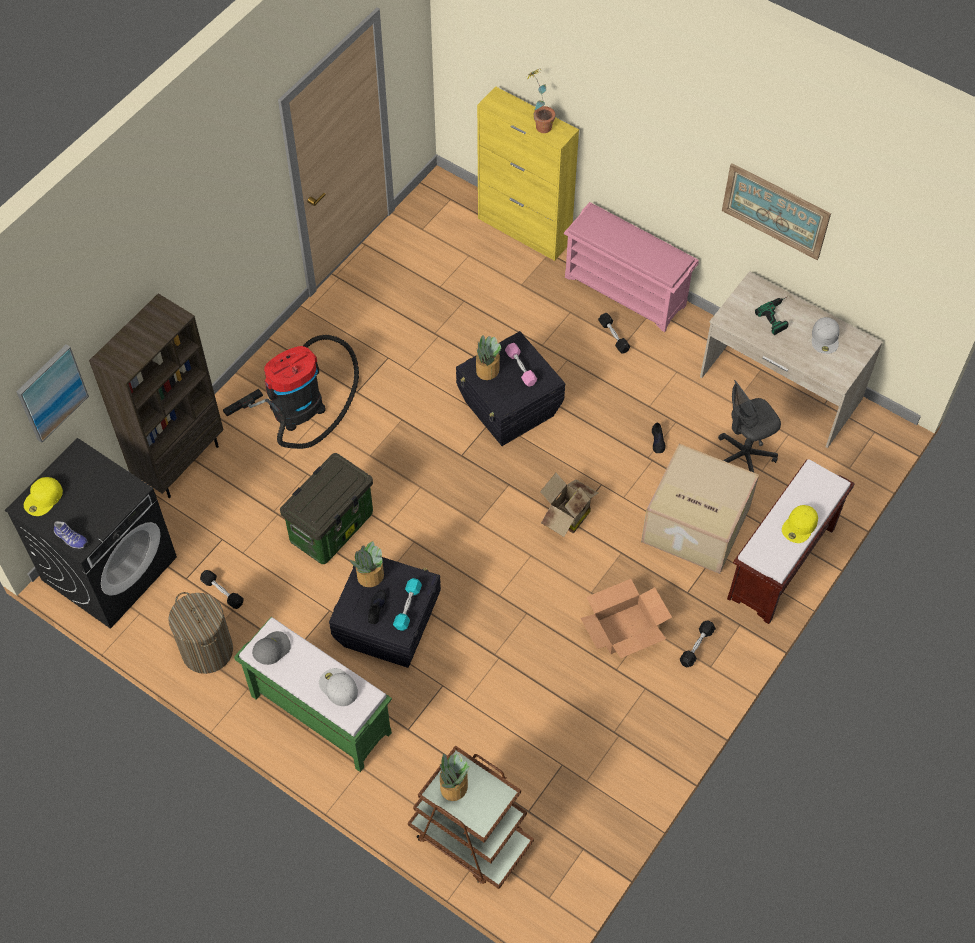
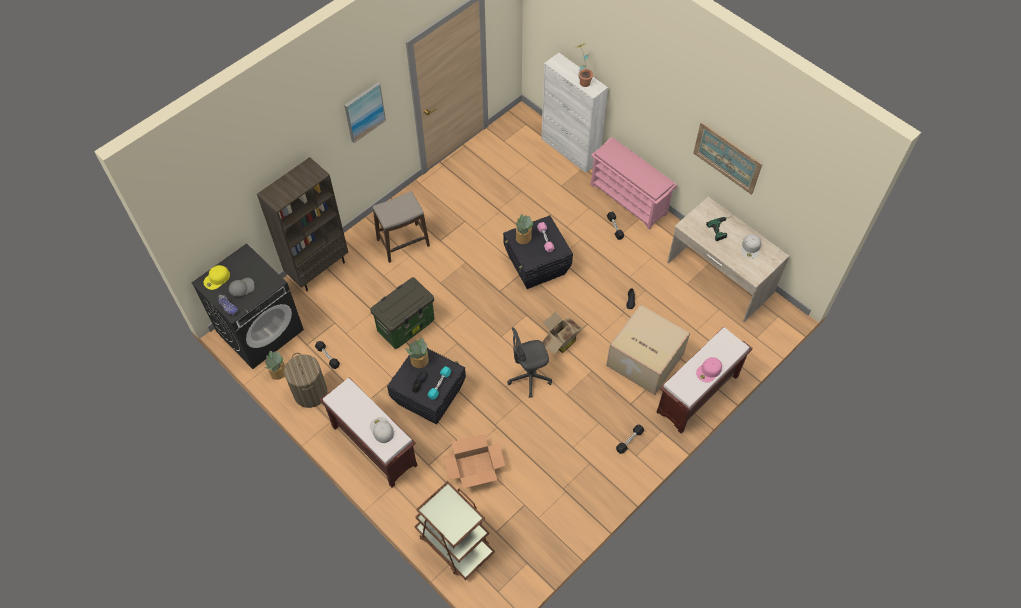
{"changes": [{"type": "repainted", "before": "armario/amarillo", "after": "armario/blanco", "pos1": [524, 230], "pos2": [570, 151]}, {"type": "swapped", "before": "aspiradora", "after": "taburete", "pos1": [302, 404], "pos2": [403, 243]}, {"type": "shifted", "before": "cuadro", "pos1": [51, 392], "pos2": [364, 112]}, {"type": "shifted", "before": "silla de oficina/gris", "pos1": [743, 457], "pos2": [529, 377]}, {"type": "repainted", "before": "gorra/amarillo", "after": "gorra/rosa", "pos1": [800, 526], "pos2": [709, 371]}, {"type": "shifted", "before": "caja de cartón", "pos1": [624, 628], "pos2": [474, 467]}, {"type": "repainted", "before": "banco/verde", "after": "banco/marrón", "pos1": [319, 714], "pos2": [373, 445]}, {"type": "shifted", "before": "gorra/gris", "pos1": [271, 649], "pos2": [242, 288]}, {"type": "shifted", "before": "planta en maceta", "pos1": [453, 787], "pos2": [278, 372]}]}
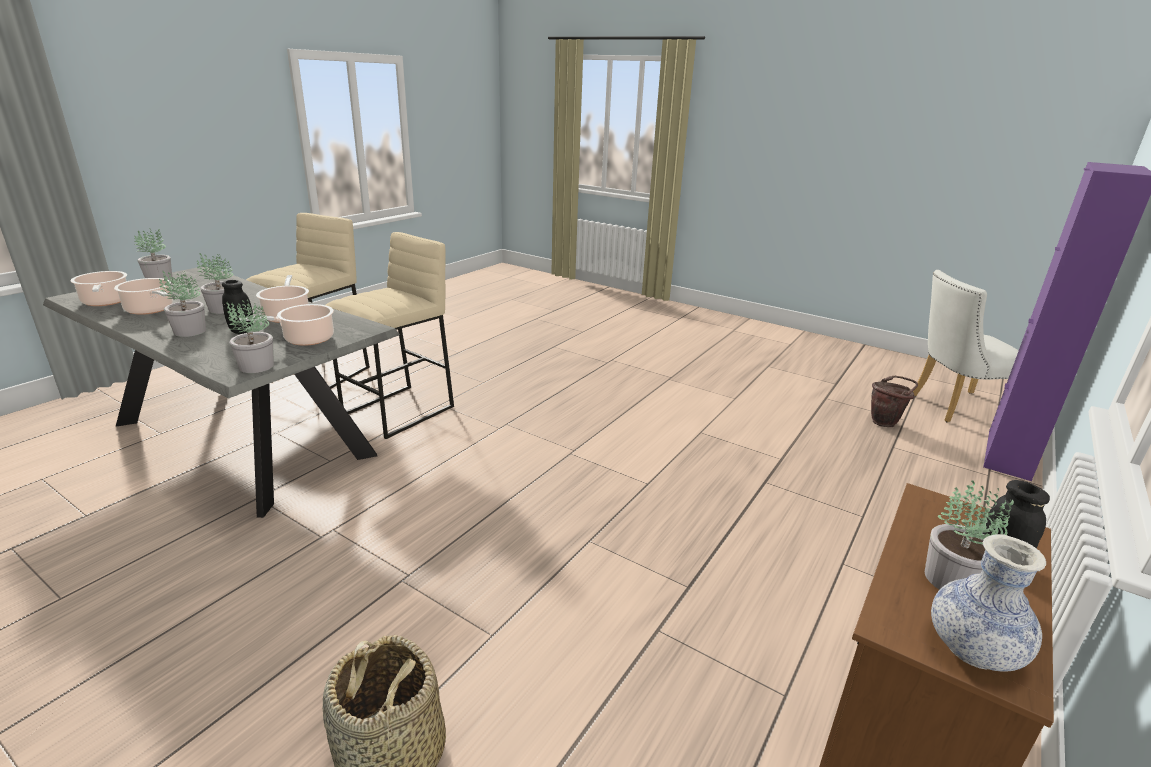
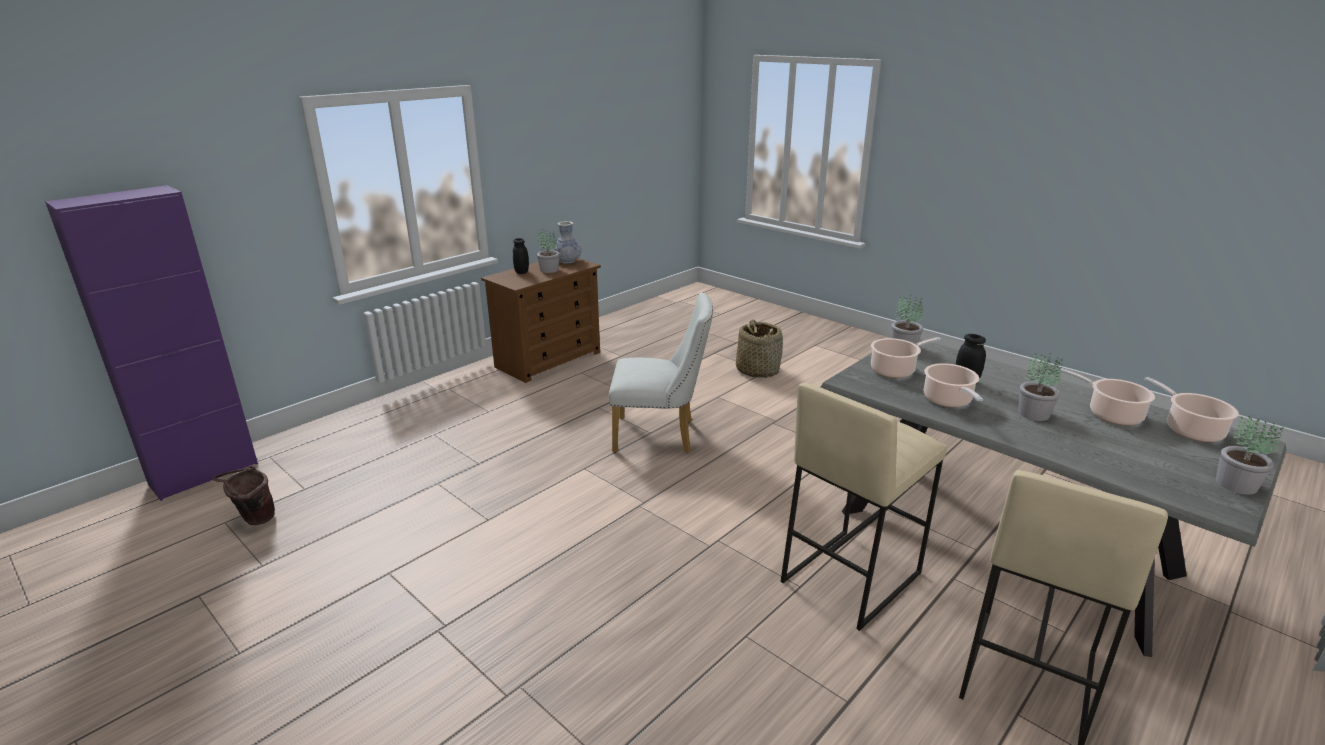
{"changes": [{"type": "shifted", "before": "silla/blanco", "pos1": [953, 407], "pos2": [661, 435]}, {"type": "gone", "before": "planta en maceta", "pos1": [189, 331]}]}
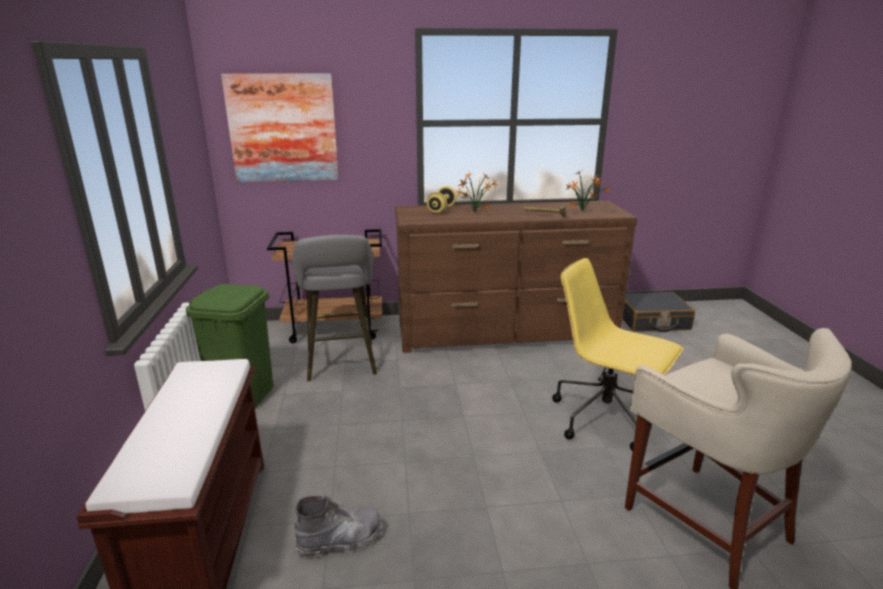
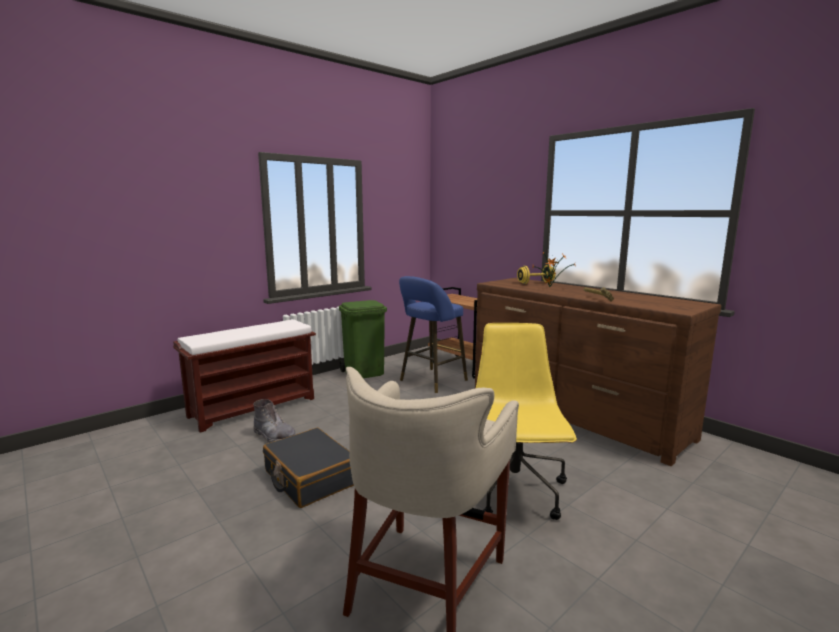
{"changes": [{"type": "gone", "before": "cuadro", "pos1": [283, 128]}, {"type": "gone", "before": "planta en maceta", "pos1": [583, 212]}, {"type": "repainted", "before": "taburete/gris", "after": "taburete/azul", "pos1": [341, 364], "pos2": [431, 381]}, {"type": "shifted", "before": "maleta/negro", "pos1": [652, 321], "pos2": [310, 478]}]}
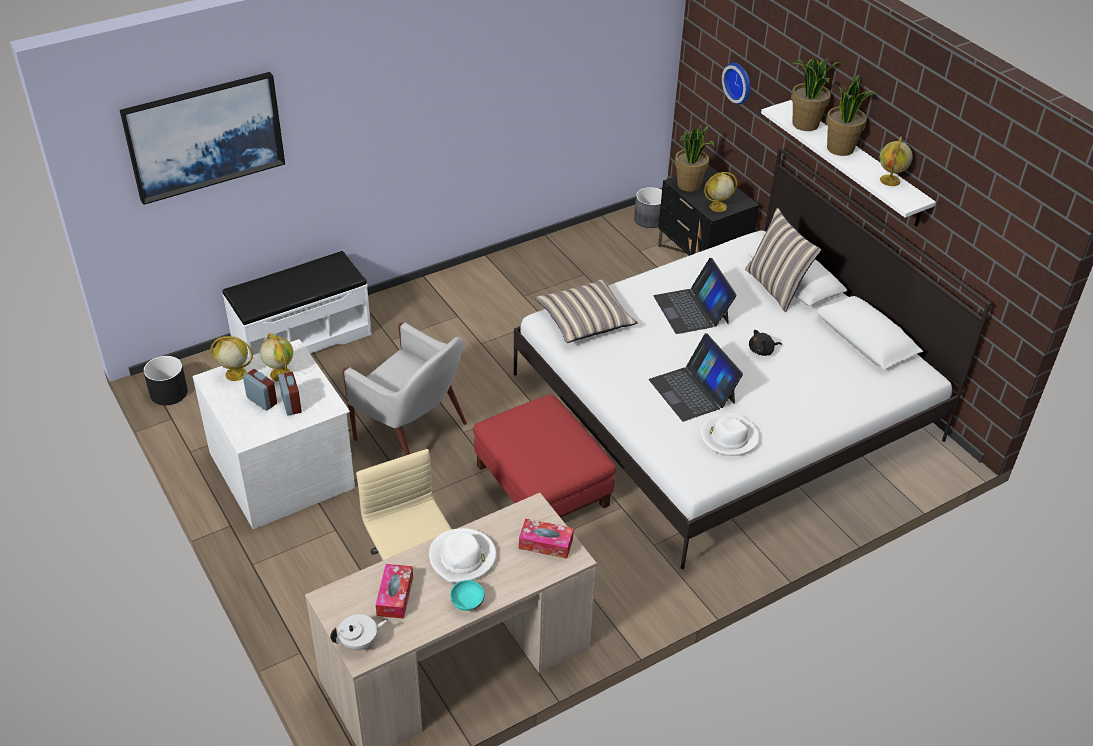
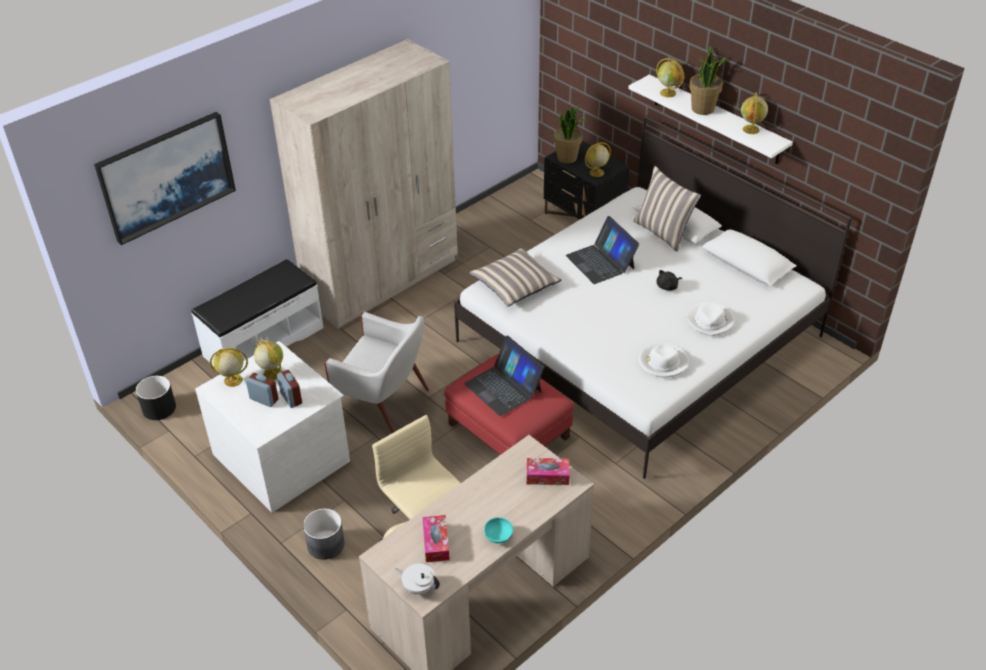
{"changes": [{"type": "swapped", "before": "planta en maceta", "after": "globo terráqueo", "pos1": [805, 124], "pos2": [668, 93]}, {"type": "gone", "before": "reloj de pared", "pos1": [739, 82]}, {"type": "shifted", "before": "maceta/gris", "pos1": [649, 219], "pos2": [326, 544]}, {"type": "shifted", "before": "portátil", "pos1": [692, 391], "pos2": [503, 387]}, {"type": "shifted", "before": "sombrero/blanco", "pos1": [463, 558], "pos2": [710, 321]}, {"type": "rotated", "before": "tetera/blanco", "pos1": [359, 642], "pos2": [419, 587], "turn": -120}, {"type": "new", "after": "armario ropero/beis", "pos2": [382, 280]}]}
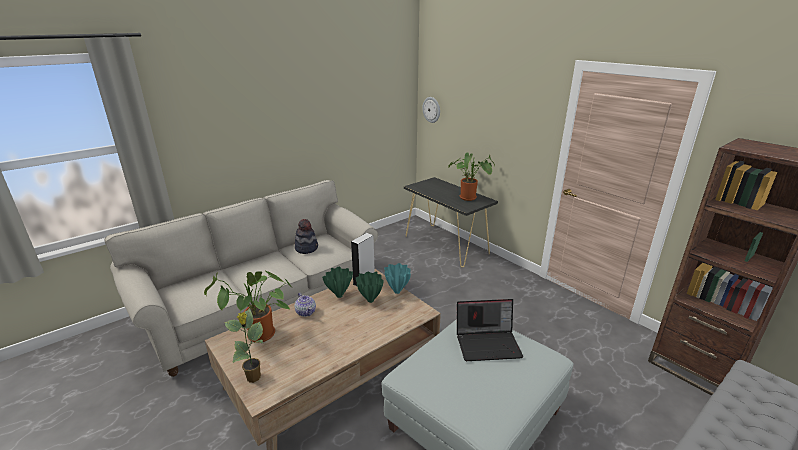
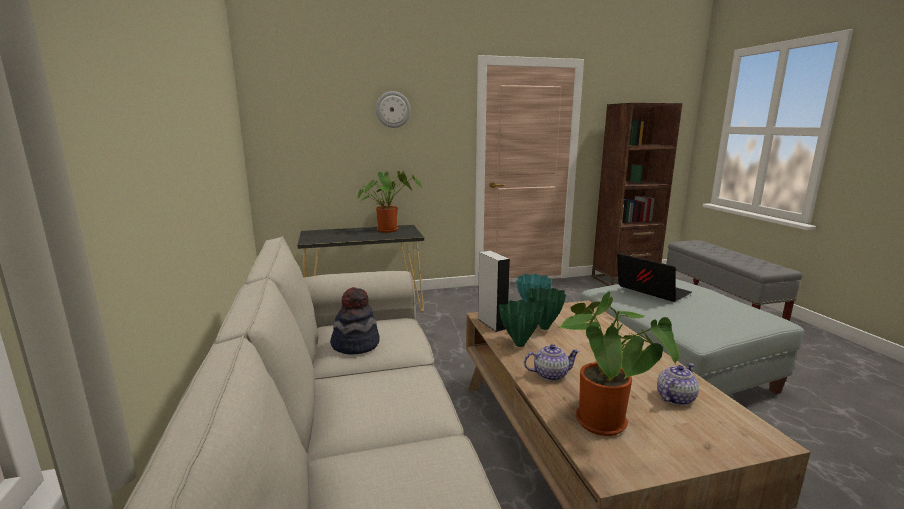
{"changes": [{"type": "shifted", "before": "reloj de pared", "pos1": [431, 109], "pos2": [393, 109]}, {"type": "rotated", "before": "portátil", "pos1": [488, 343], "pos2": [650, 291], "turn": -60}, {"type": "gone", "before": "planta en maceta", "pos1": [254, 378]}, {"type": "new", "after": "tetera", "pos2": [674, 398]}]}
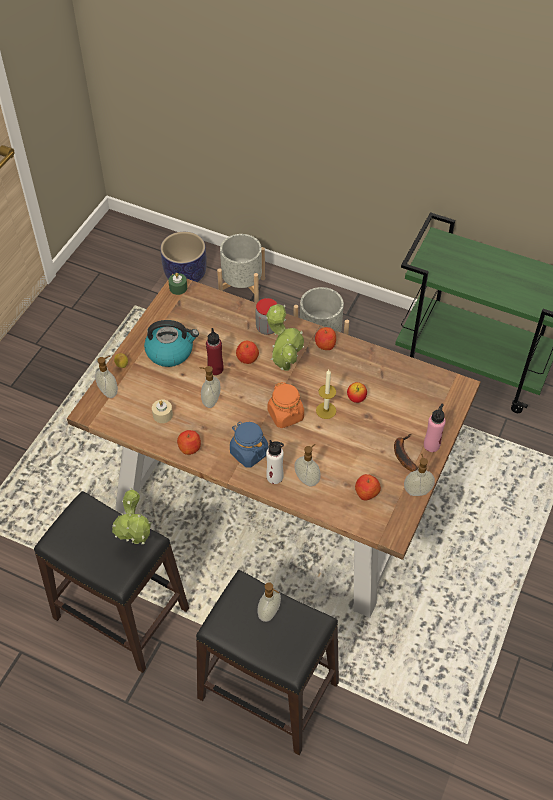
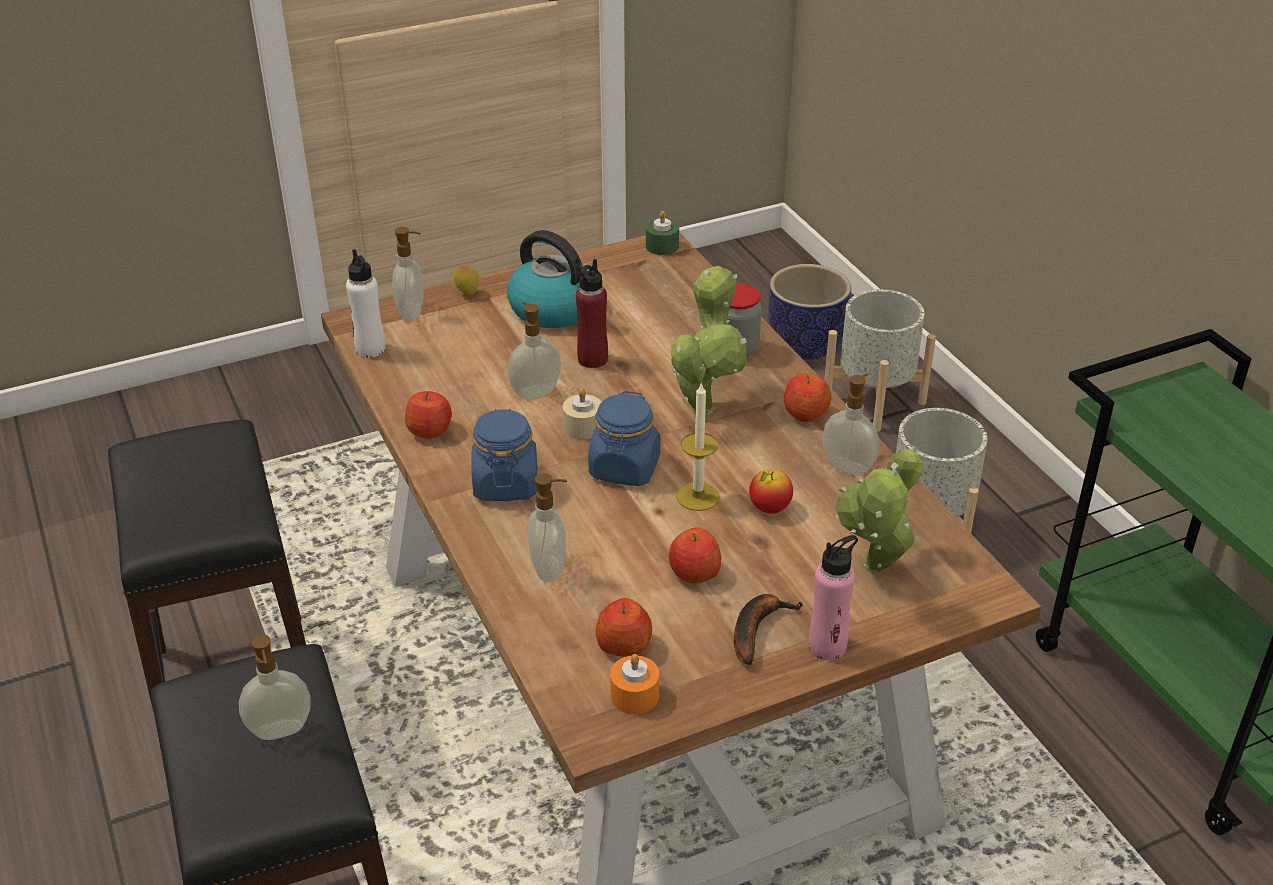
{"changes": [{"type": "shifted", "before": "manzana", "pos1": [247, 358], "pos2": [694, 572]}, {"type": "repainted", "before": "tarro/naranja", "after": "tarro/azul", "pos1": [285, 415], "pos2": [624, 468]}, {"type": "shifted", "before": "vela/beis", "pos1": [162, 415], "pos2": [583, 427]}, {"type": "shifted", "before": "botella/blanco", "pos1": [275, 477], "pos2": [370, 349]}, {"type": "shifted", "before": "dispensador de jabón", "pos1": [417, 490], "pos2": [848, 466]}, {"type": "shifted", "before": "planta en maceta", "pos1": [138, 543], "pos2": [874, 573]}, {"type": "new", "after": "vela/naranja", "pos2": [634, 695]}]}
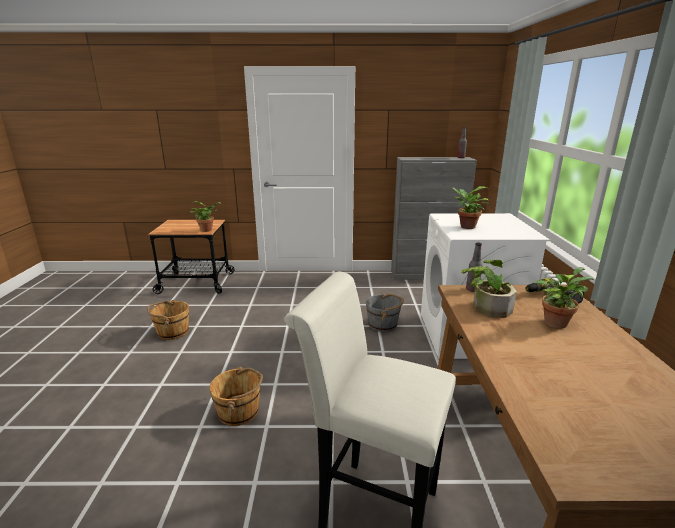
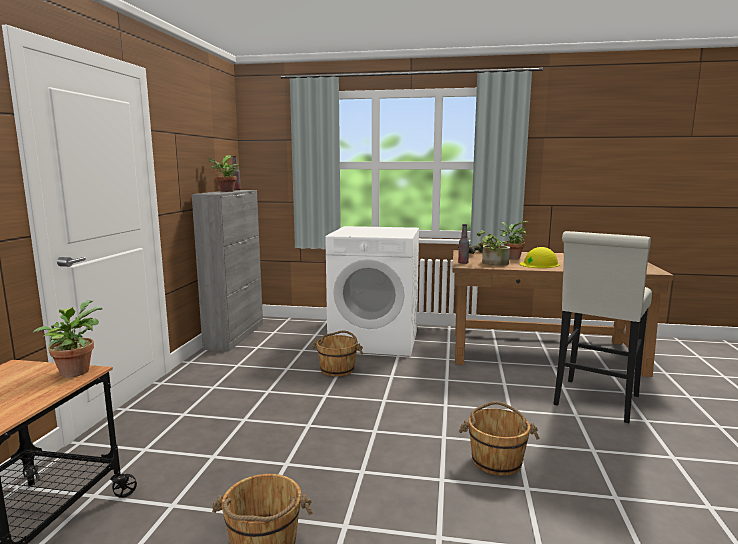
{"changes": [{"type": "shifted", "before": "planta en maceta", "pos1": [465, 226], "pos2": [226, 191]}, {"type": "repainted", "before": "cubo/gris", "after": "cubo/marrón", "pos1": [383, 324], "pos2": [337, 369]}, {"type": "new", "after": "casco/amarillo", "pos2": [539, 264]}]}
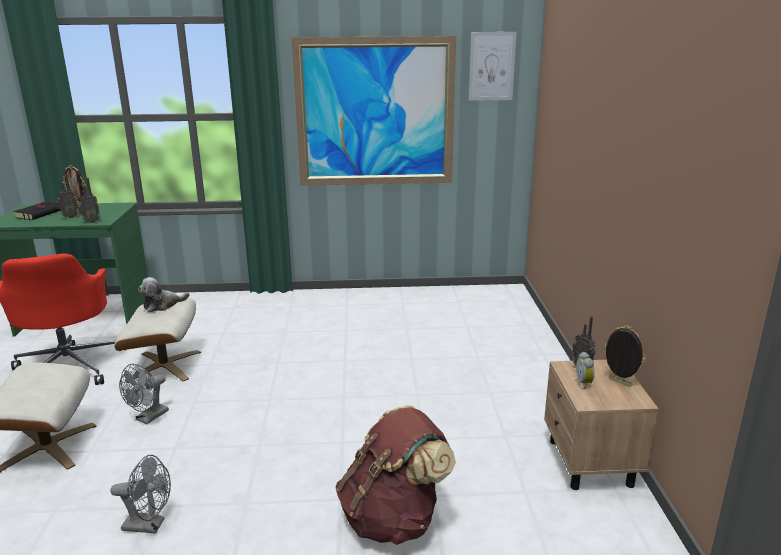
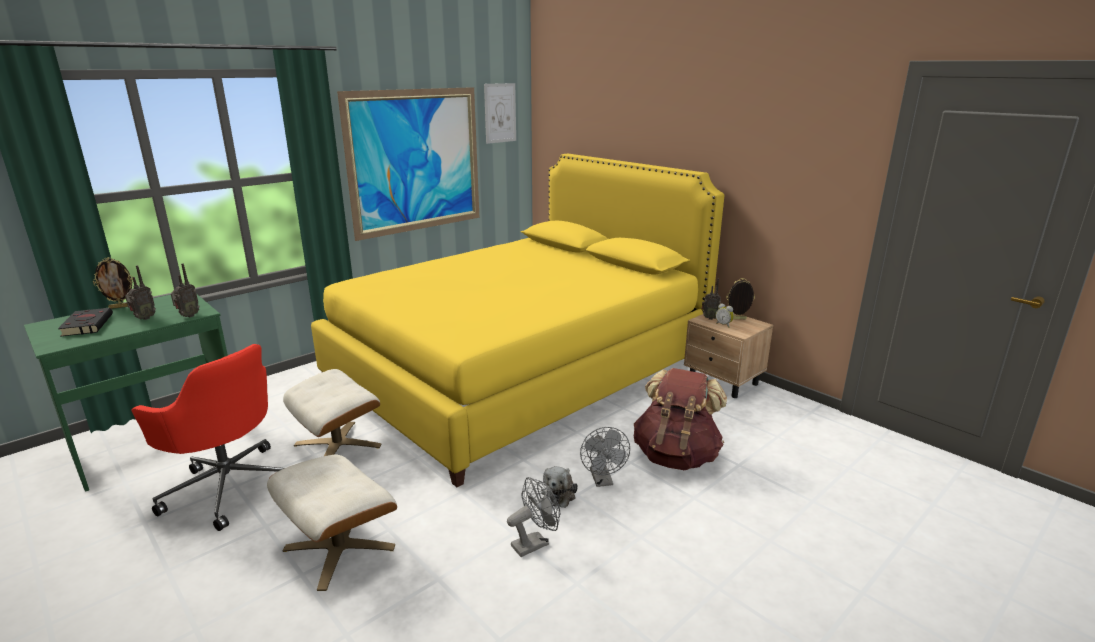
{"changes": [{"type": "shifted", "before": "peluche", "pos1": [162, 305], "pos2": [559, 493]}, {"type": "shifted", "before": "ventilador/gris", "pos1": [148, 418], "pos2": [603, 481]}, {"type": "new", "after": "cama/amarillo", "pos2": [519, 372]}]}
